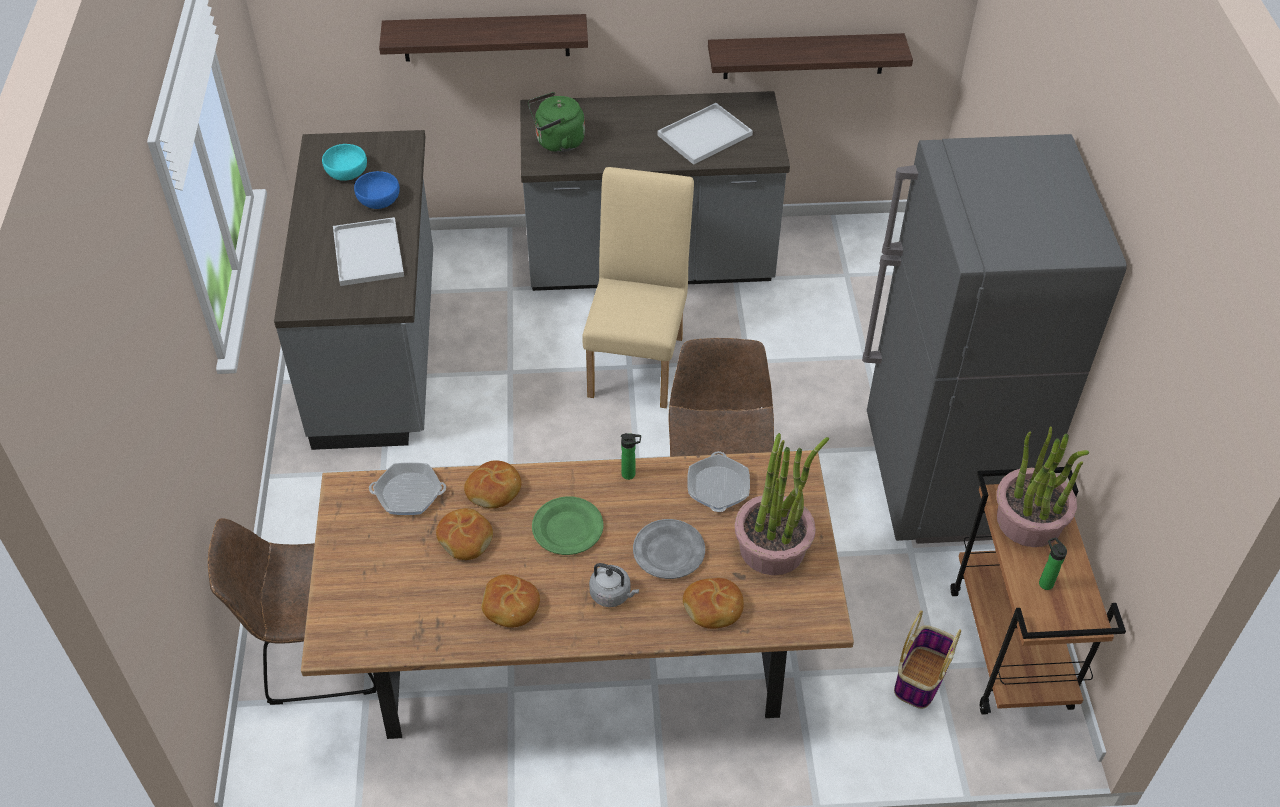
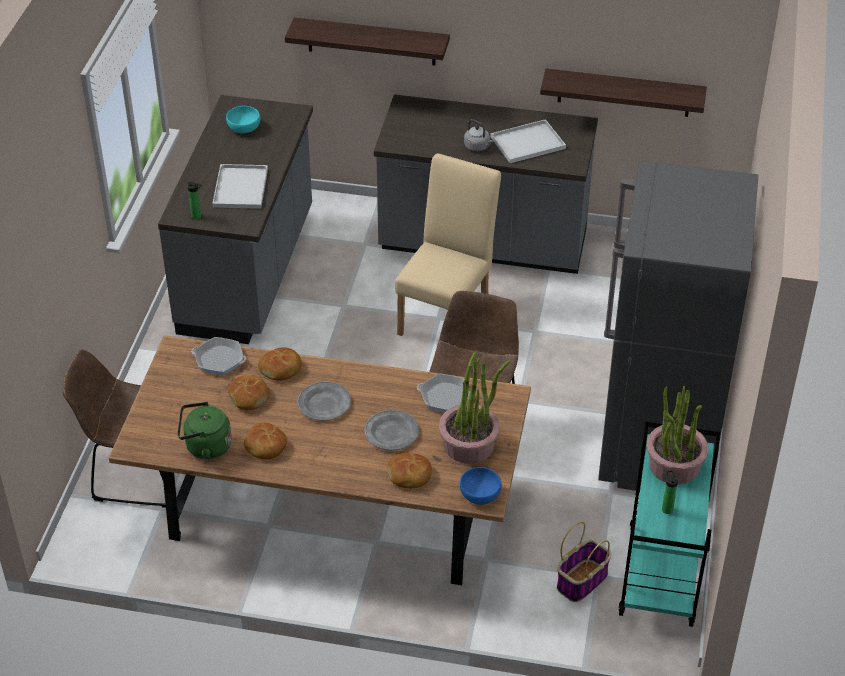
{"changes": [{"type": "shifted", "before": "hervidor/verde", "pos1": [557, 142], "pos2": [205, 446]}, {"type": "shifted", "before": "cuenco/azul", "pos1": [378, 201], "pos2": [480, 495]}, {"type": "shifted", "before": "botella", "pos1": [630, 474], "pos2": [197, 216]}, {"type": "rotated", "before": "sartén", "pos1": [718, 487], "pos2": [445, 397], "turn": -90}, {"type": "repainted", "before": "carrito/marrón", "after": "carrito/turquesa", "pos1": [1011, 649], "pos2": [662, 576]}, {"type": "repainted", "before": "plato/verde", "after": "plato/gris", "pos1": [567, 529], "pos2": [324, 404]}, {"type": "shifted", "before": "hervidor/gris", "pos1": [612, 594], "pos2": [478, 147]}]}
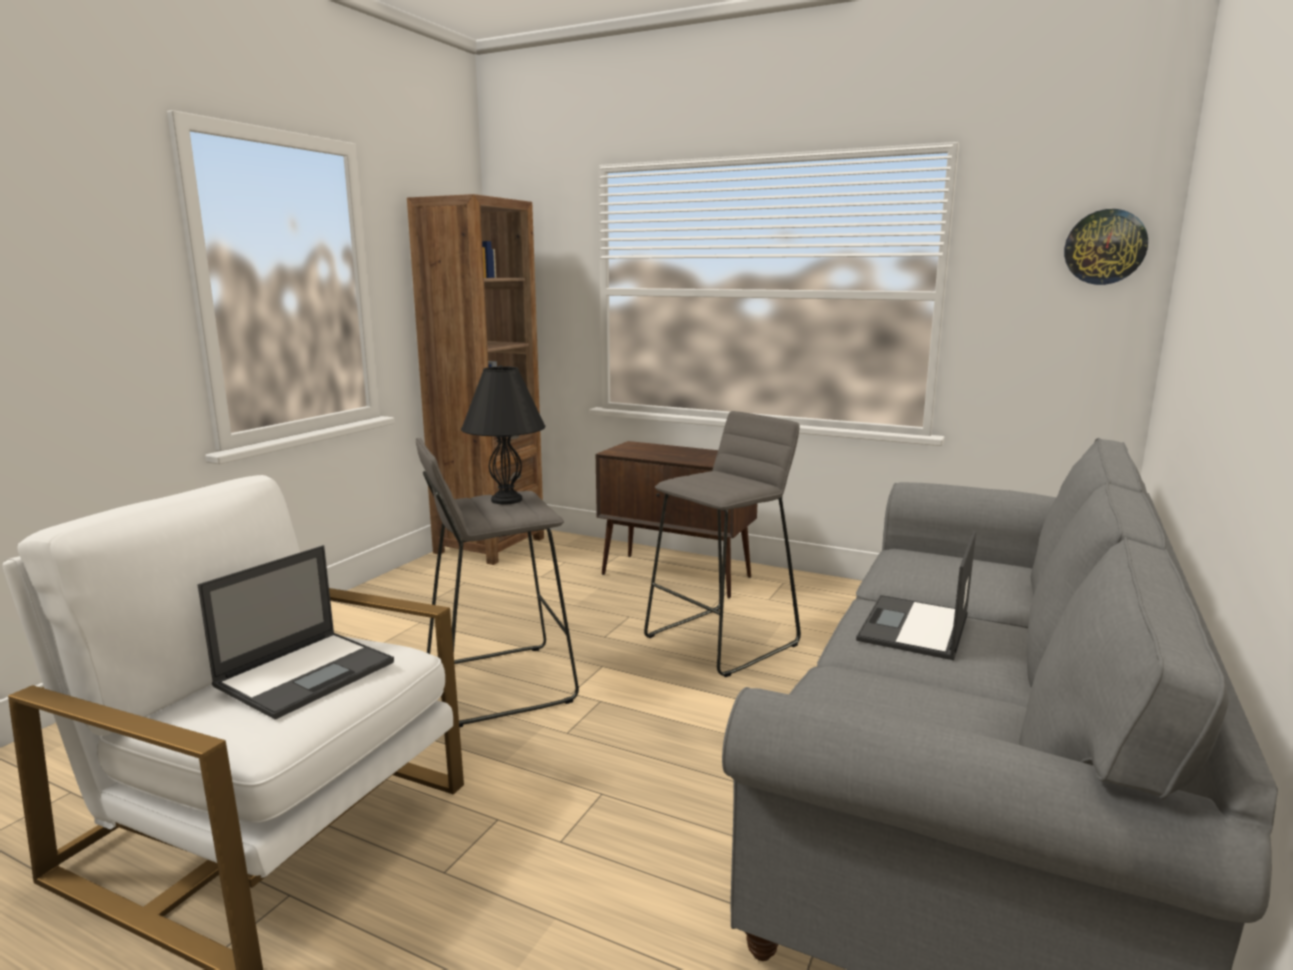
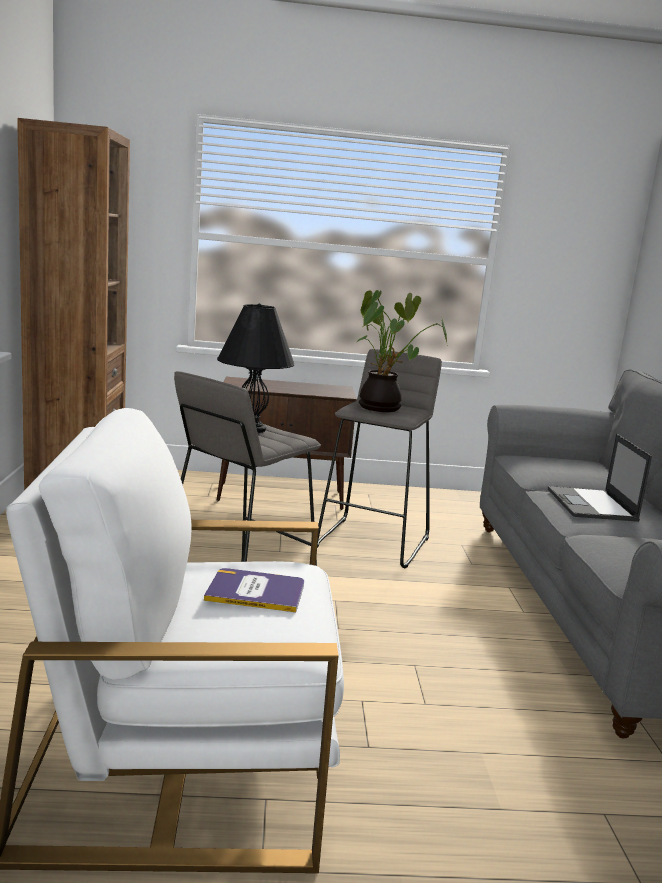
{"changes": [{"type": "gone", "before": "reloj de pared", "pos1": [1105, 247]}, {"type": "swapped", "before": "portátil", "after": "libro", "pos1": [307, 673], "pos2": [256, 591]}, {"type": "new", "after": "planta en maceta", "pos2": [383, 408]}]}
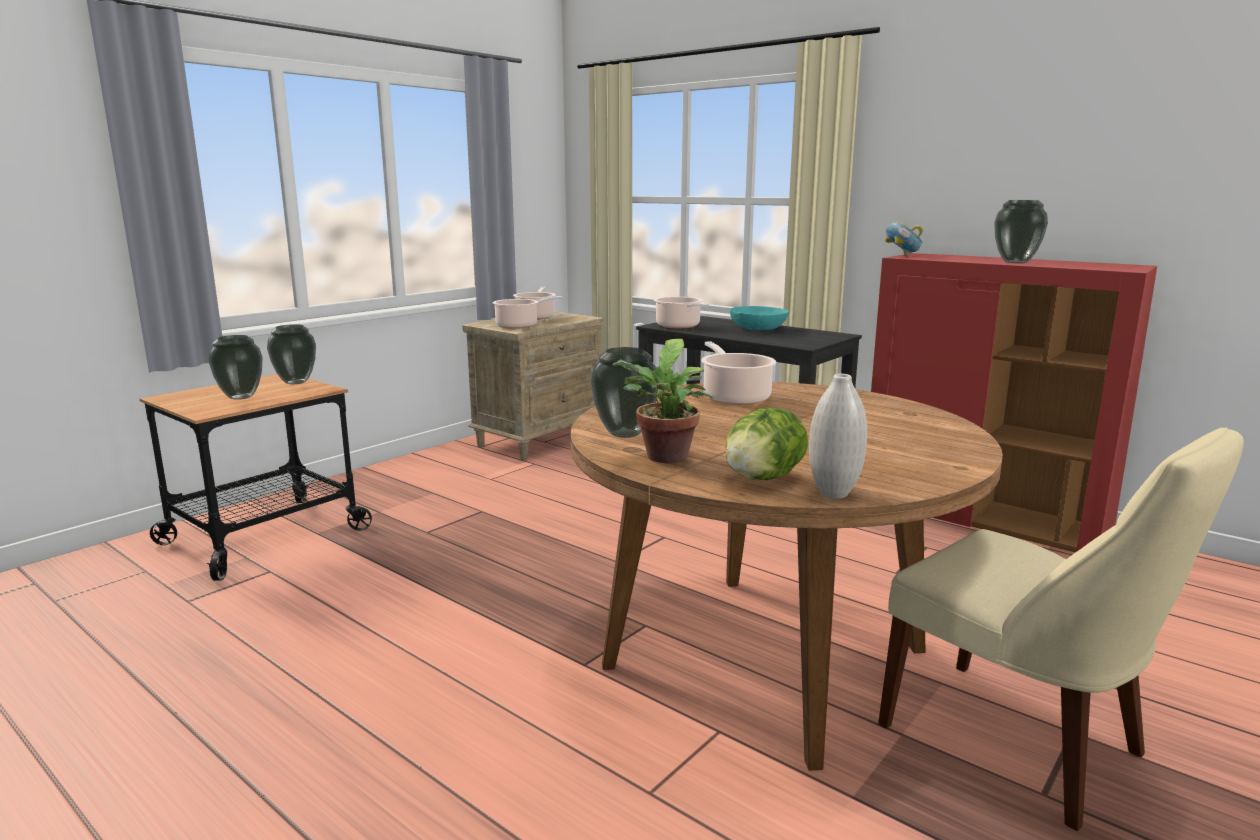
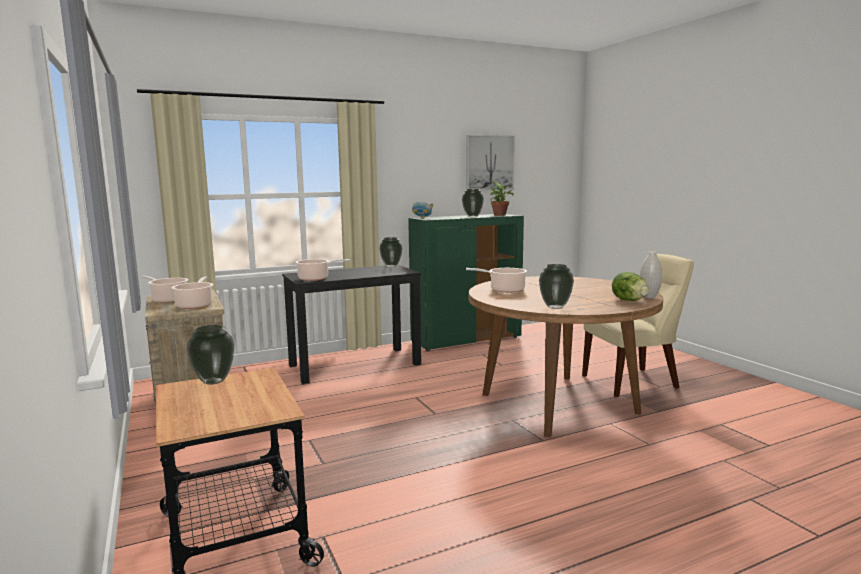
{"changes": [{"type": "repainted", "before": "armario/rojo", "after": "armario/verde", "pos1": [982, 520], "pos2": [466, 340]}, {"type": "gone", "before": "cuenco/turquesa", "pos1": [758, 329]}, {"type": "shifted", "before": "florero", "pos1": [241, 397], "pos2": [390, 266]}, {"type": "shifted", "before": "planta en maceta", "pos1": [664, 458], "pos2": [501, 215]}, {"type": "new", "after": "cuadro", "pos2": [489, 163]}]}
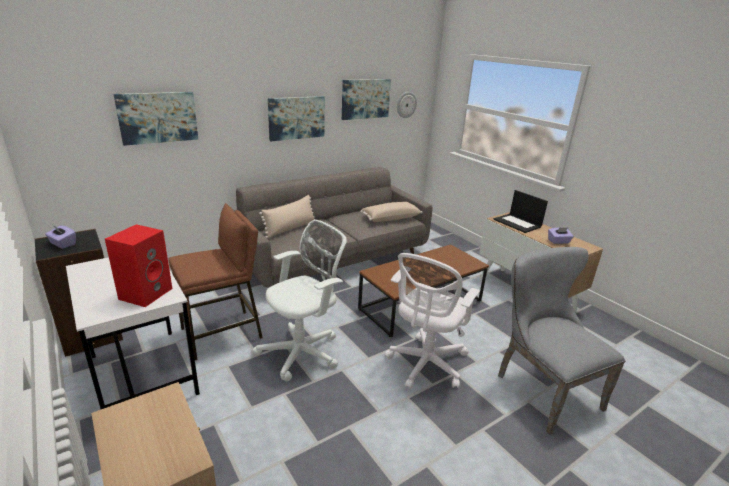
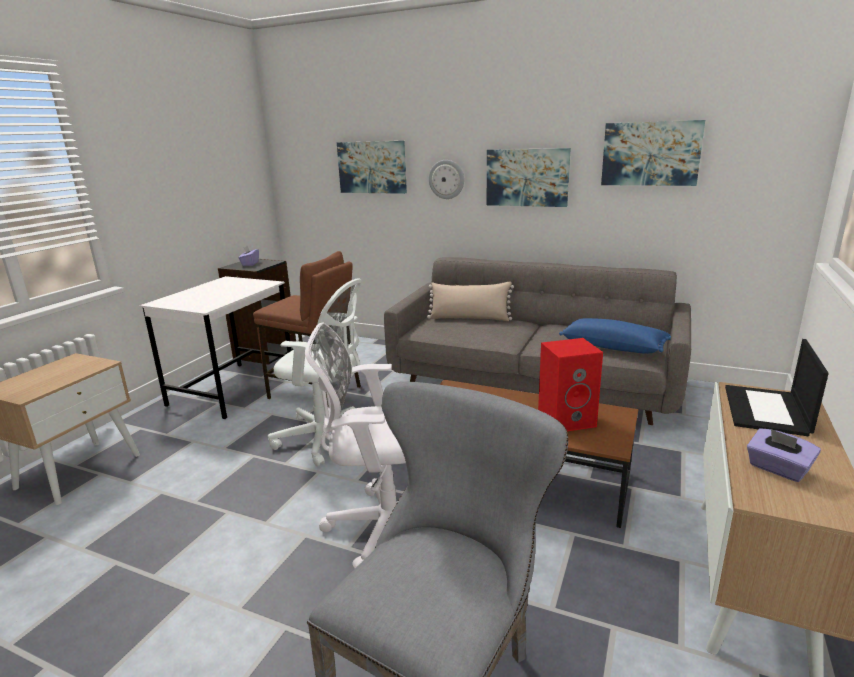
{"changes": [{"type": "shifted", "before": "reloj de pared", "pos1": [406, 104], "pos2": [446, 179]}, {"type": "repainted", "before": "cojín/beis", "after": "cojín/azul", "pos1": [390, 218], "pos2": [613, 346]}, {"type": "shifted", "before": "altavoz/rojo", "pos1": [146, 293], "pos2": [567, 419]}]}
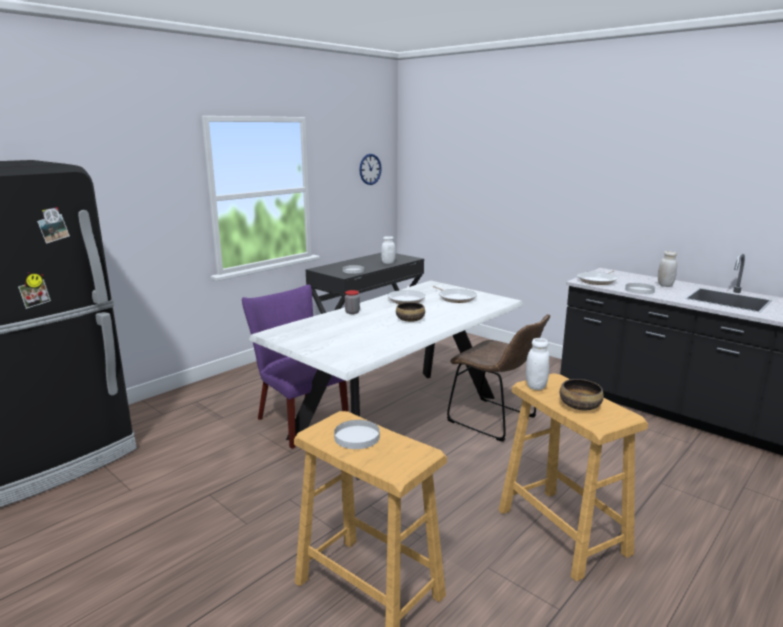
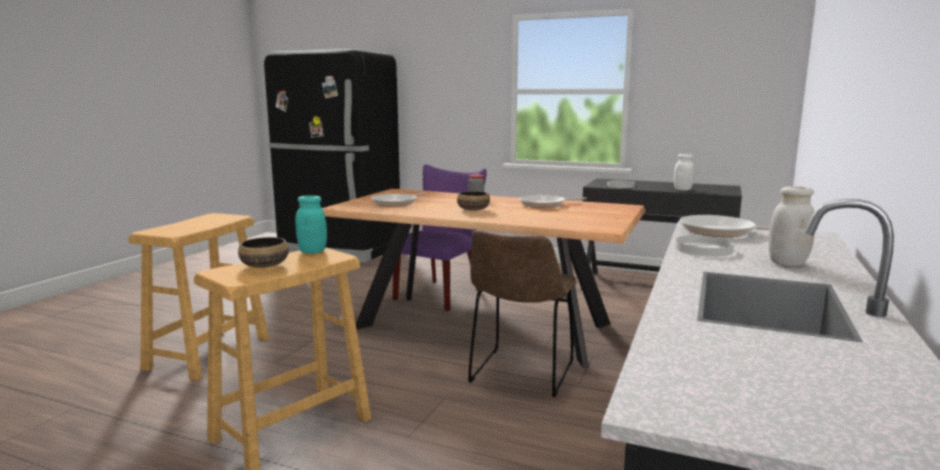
{"changes": [{"type": "gone", "before": "reloj de pared", "pos1": [370, 169]}, {"type": "repainted", "before": "mesa de comedor/blanco", "after": "mesa de comedor/marrón", "pos1": [398, 417], "pos2": [483, 326]}, {"type": "shifted", "before": "sartén", "pos1": [455, 298], "pos2": [397, 203]}, {"type": "repainted", "before": "tarro/blanco", "after": "tarro/turquesa", "pos1": [536, 386], "pos2": [312, 251]}, {"type": "gone", "before": "plato/blanco", "pos1": [356, 437]}]}
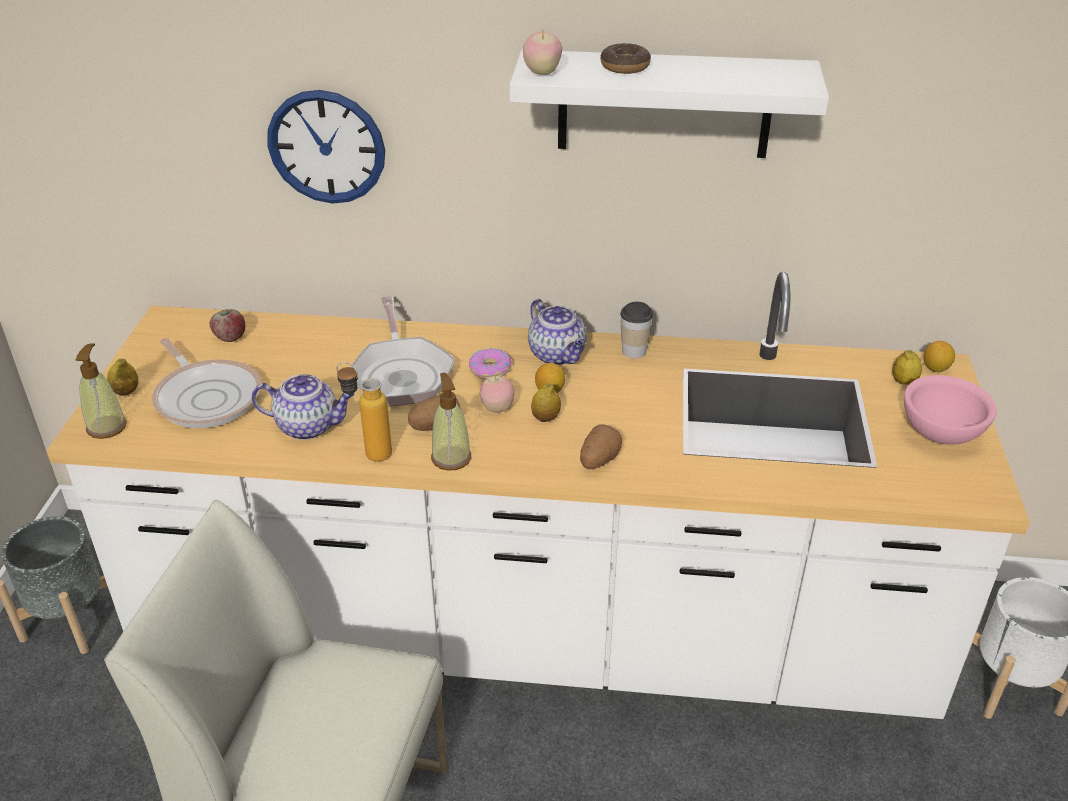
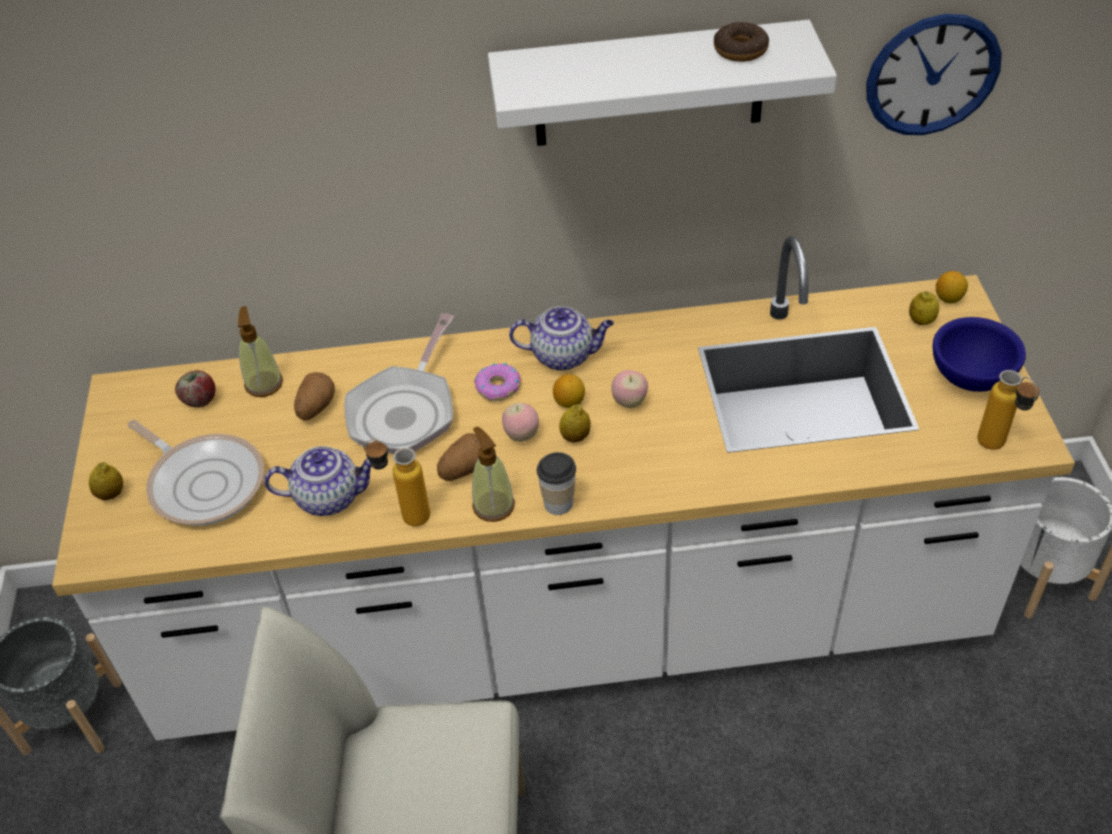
{"changes": [{"type": "shifted", "before": "manzana", "pos1": [542, 73], "pos2": [629, 402]}, {"type": "shifted", "before": "rosquilla", "pos1": [625, 67], "pos2": [740, 50]}, {"type": "shifted", "before": "reloj de pared", "pos1": [326, 147], "pos2": [932, 75]}, {"type": "rotated", "before": "sartén", "pos1": [401, 373], "pos2": [405, 411], "turn": 45}, {"type": "rotated", "before": "tetera", "pos1": [558, 355], "pos2": [564, 355], "turn": -45}, {"type": "shifted", "before": "taza", "pos1": [634, 351], "pos2": [558, 503]}, {"type": "shifted", "before": "dispensador de jabón", "pos1": [107, 427], "pos2": [264, 383]}, {"type": "repainted", "before": "cuenco/rosa", "after": "cuenco/azul", "pos1": [940, 434], "pos2": [971, 378]}, {"type": "shifted", "before": "patata", "pos1": [598, 460], "pos2": [315, 407]}, {"type": "new", "after": "botella", "pos2": [997, 449]}]}
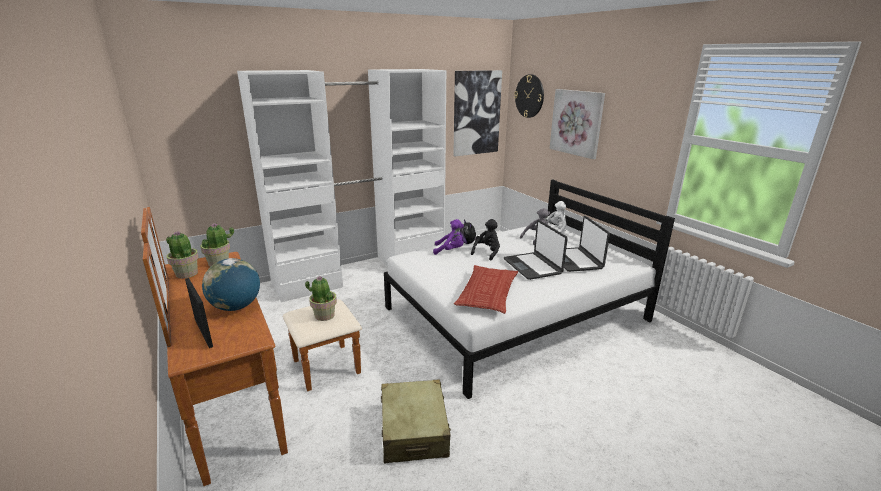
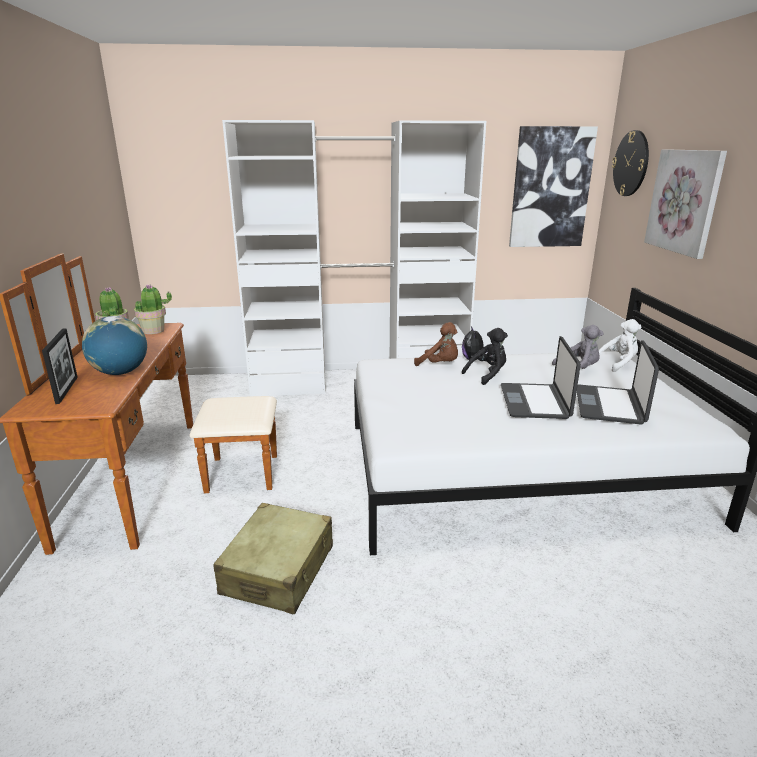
{"changes": [{"type": "repainted", "before": "peluche/morado", "after": "peluche/marrón", "pos1": [450, 250], "pos2": [440, 365]}, {"type": "gone", "before": "cojín", "pos1": [488, 293]}, {"type": "gone", "before": "planta en maceta", "pos1": [324, 315]}]}
